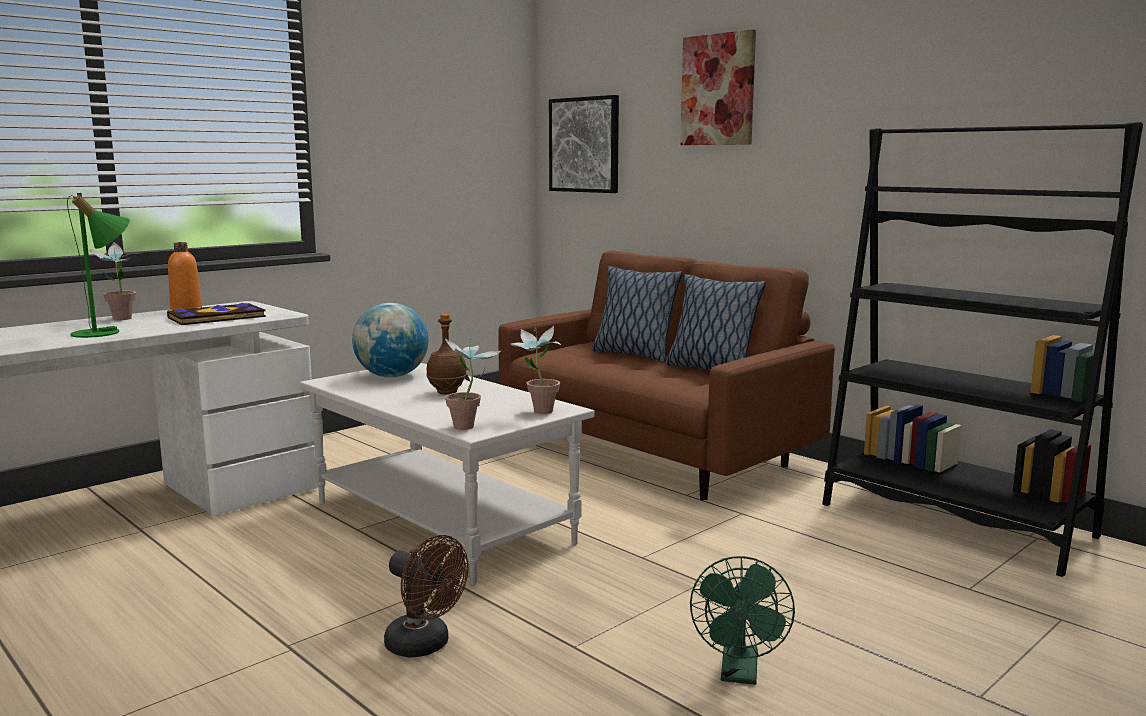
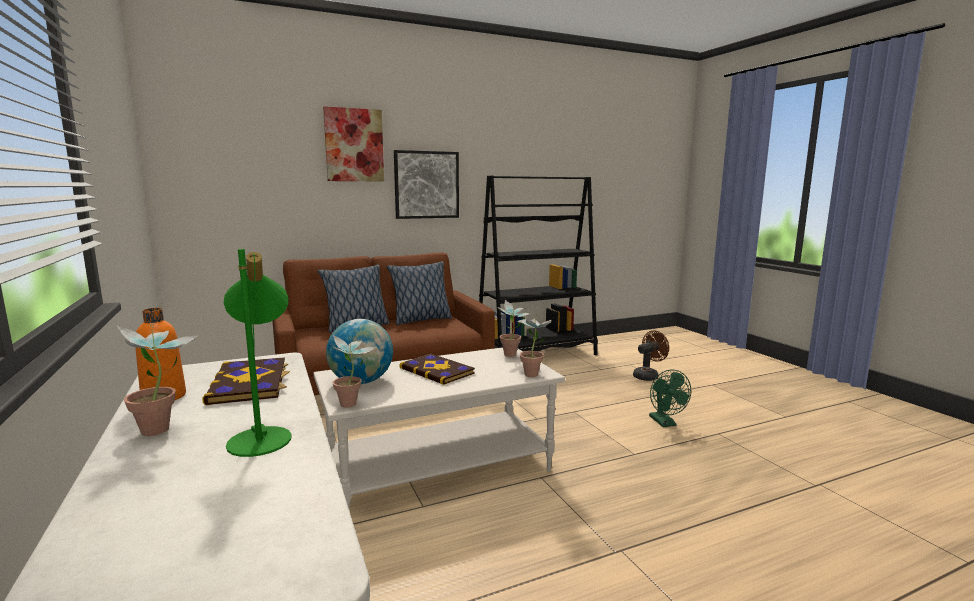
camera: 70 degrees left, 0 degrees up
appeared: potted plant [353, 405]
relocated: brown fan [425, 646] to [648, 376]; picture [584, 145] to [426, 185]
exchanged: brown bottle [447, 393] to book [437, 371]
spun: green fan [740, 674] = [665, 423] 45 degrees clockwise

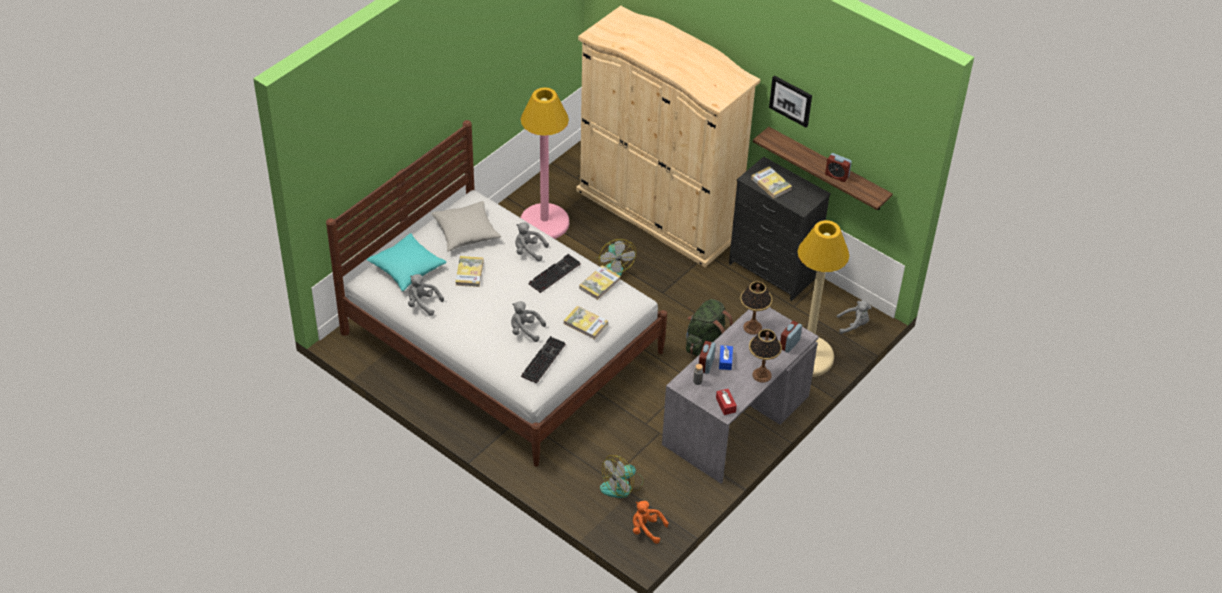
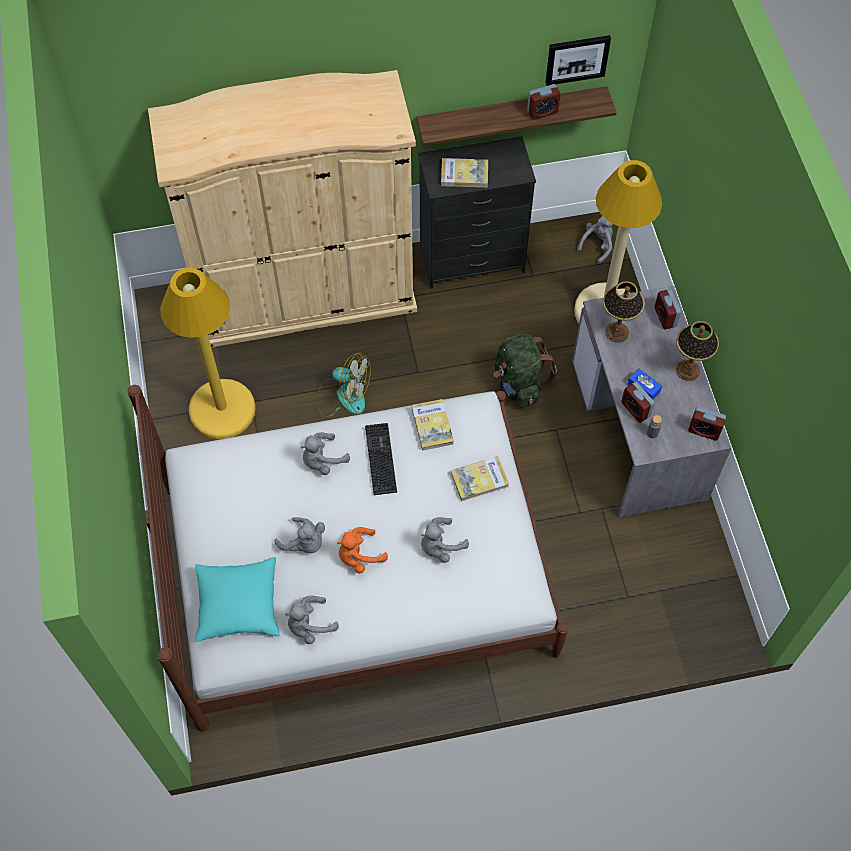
camera: 50 degrees left, 15 degrees up
missing: grey pillow [466, 232]; keyboard [542, 359]; fan [622, 485]
relocated: orange plush toy [646, 529] to [359, 556]; picture [791, 100] to [577, 59]
exchanged: book [469, 273] to grey plush toy [304, 543]; red tissue box [725, 405] to alarm clock [704, 430]
colour: pink floor lamp [544, 222] to yellow floor lamp [222, 409]

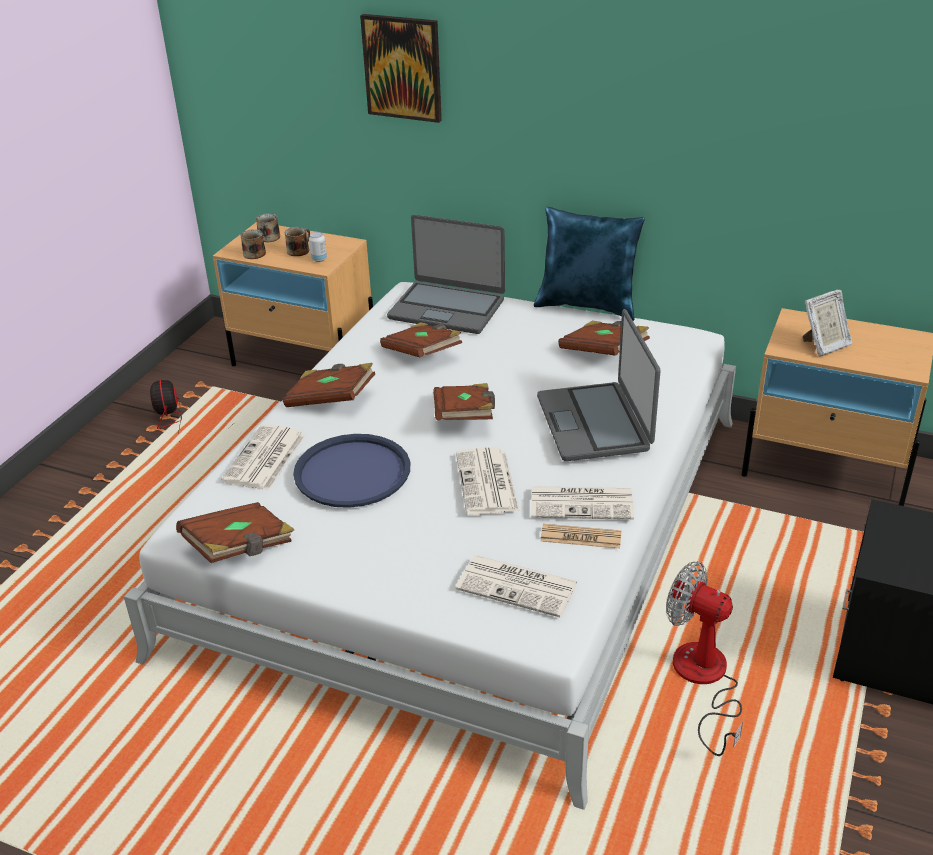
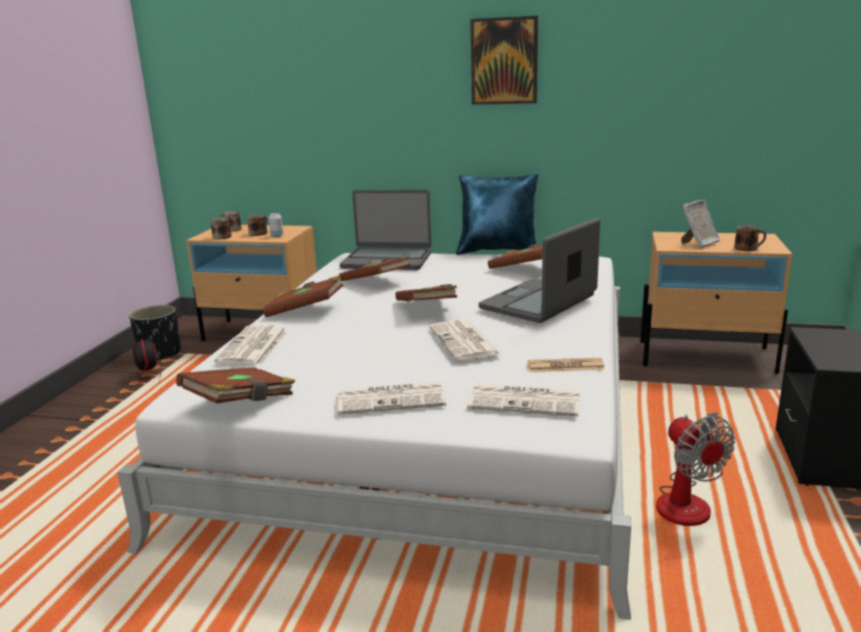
camera: 10 degrees left, 15 degrees down
missing: blue tray [352, 472]
appeared: black planter [160, 354]; mug [747, 248]
relocated: picture [402, 67] to [504, 61]; newspaper [583, 503] to [392, 399]
spun: laptop [595, 423] = [539, 302] 60 degrees clockwise; fan [703, 681] = [688, 500] 135 degrees counterclockwise

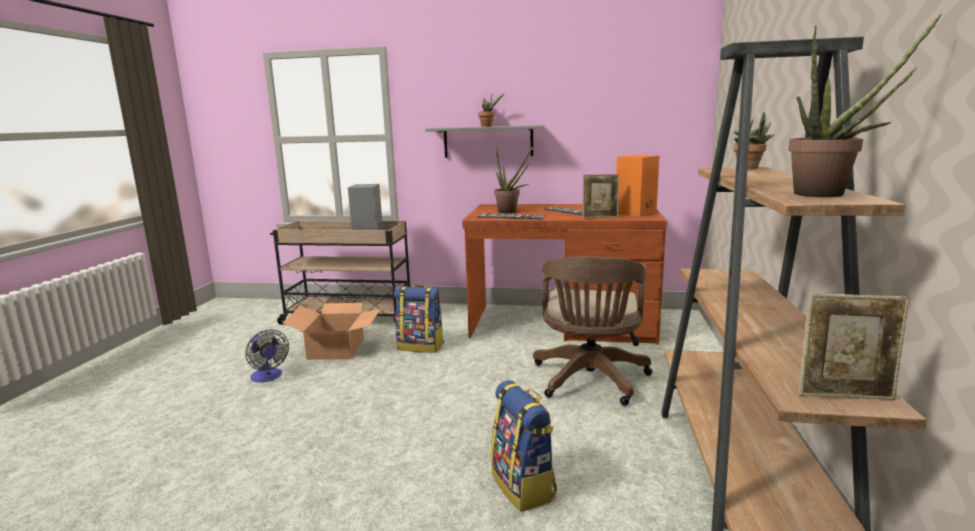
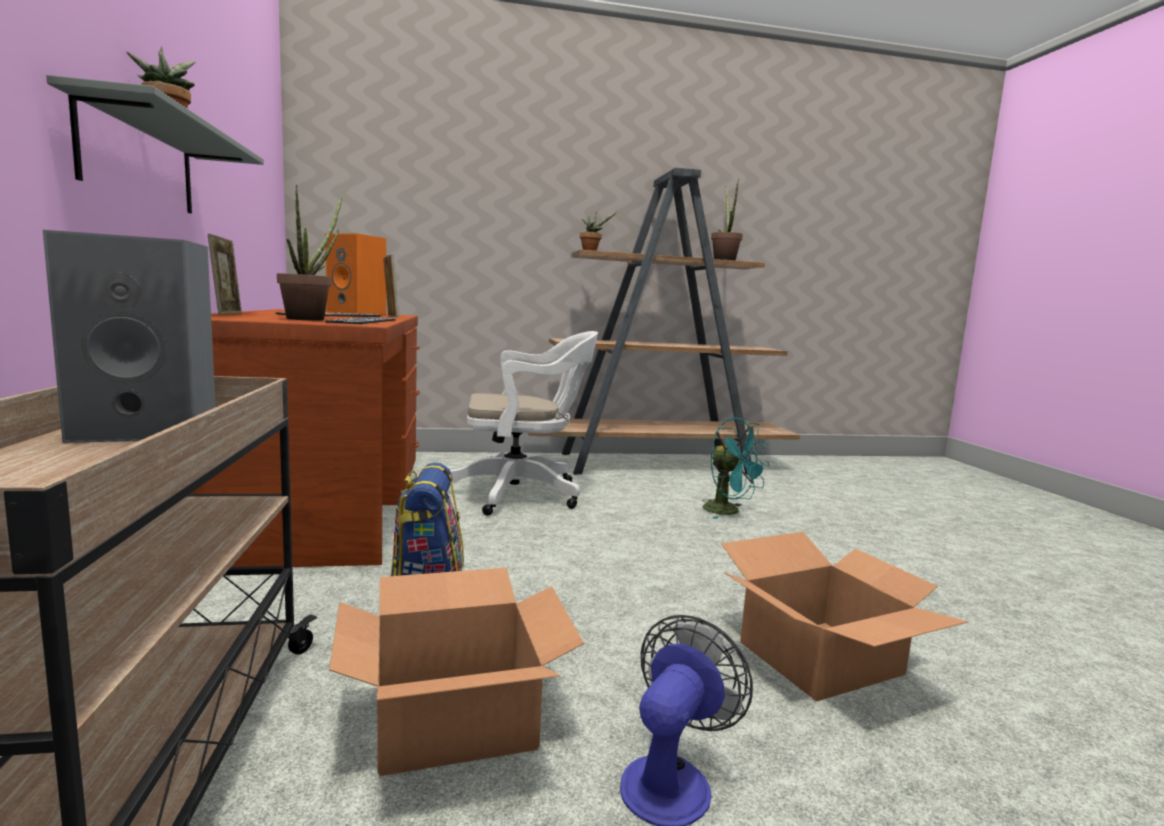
camera: 110 degrees left, 5 degrees down
appeared: cardboard box [821, 659]
relocated: picture frame [844, 395] to [227, 314]
exchanged: backpack [524, 486] to turquoise fan [729, 512]
colour: brown office chair [590, 381] to white office chair [522, 494]

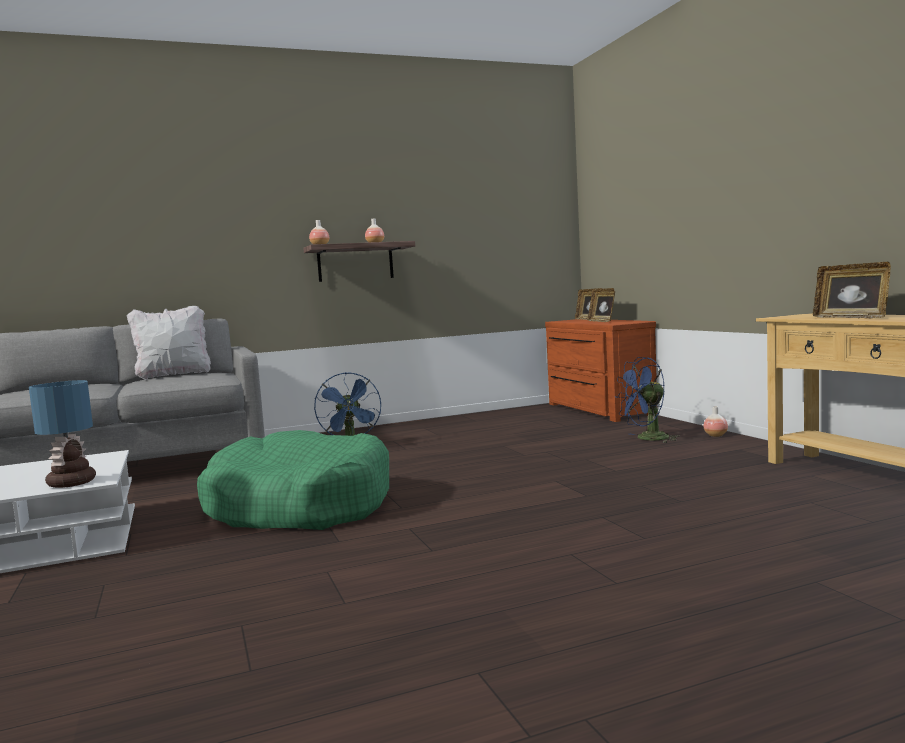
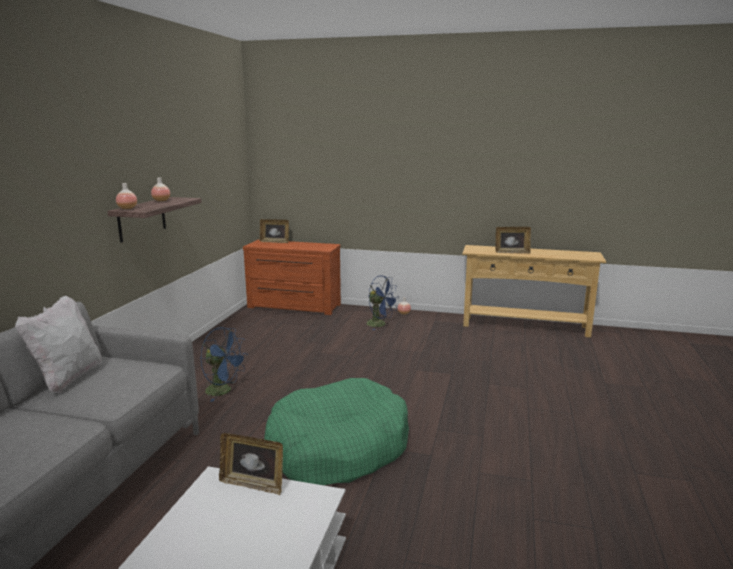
camera: 55 degrees left, 10 degrees up
missing: table lamp [71, 483]
relocated: picture frame [602, 321] to [253, 484]
spun: blue fan [647, 439] = [380, 324] 75 degrees counterclockwise

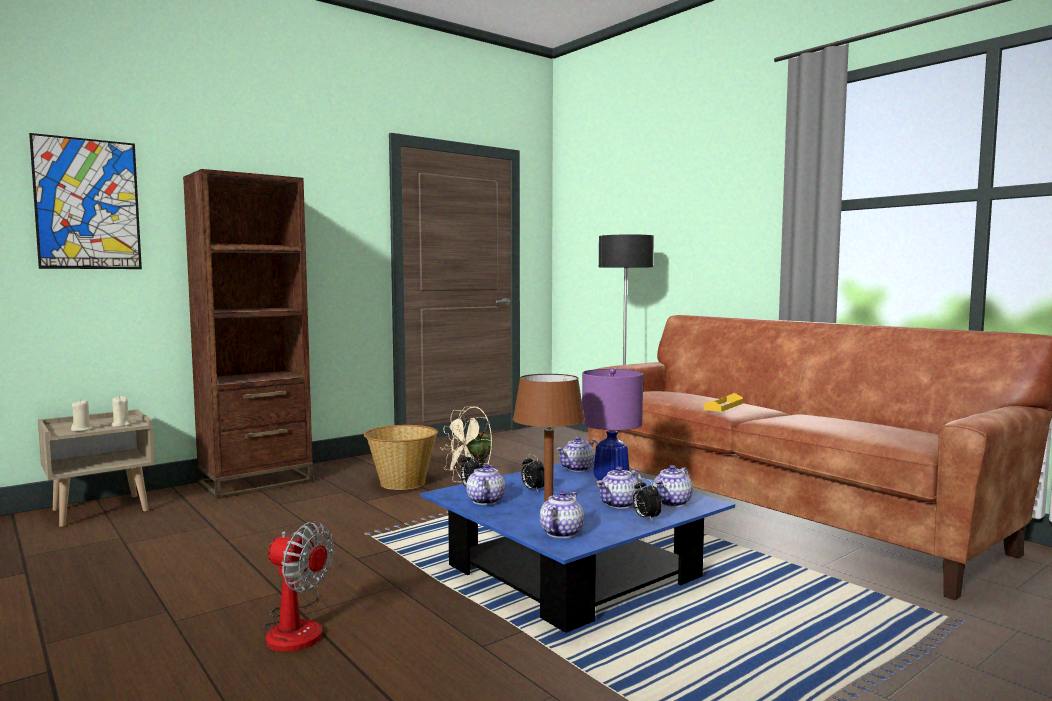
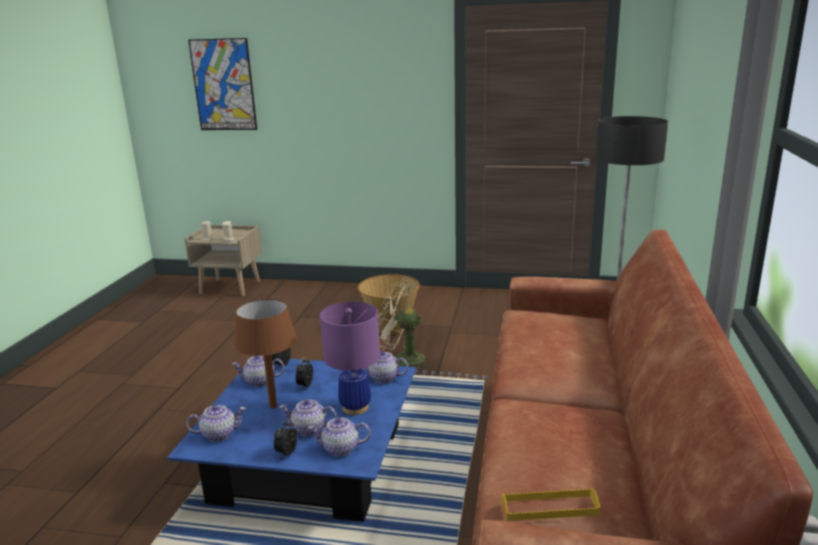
camera: 50 degrees right, 15 degrees up
missing: brown bookcase [256, 482]; fan [296, 627]
relocated: yellow tray [723, 406] to [549, 508]
spun: teapot [485, 501] = [259, 382] 150 degrees counterclockwise

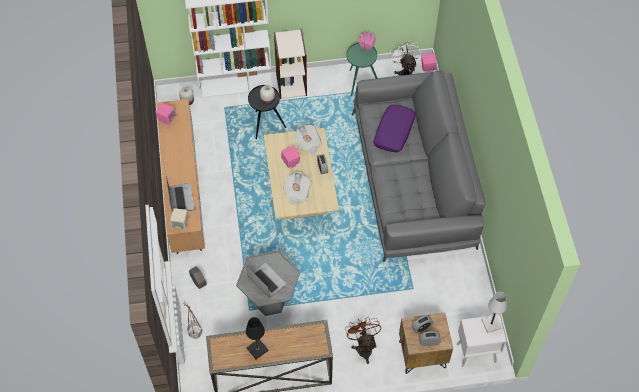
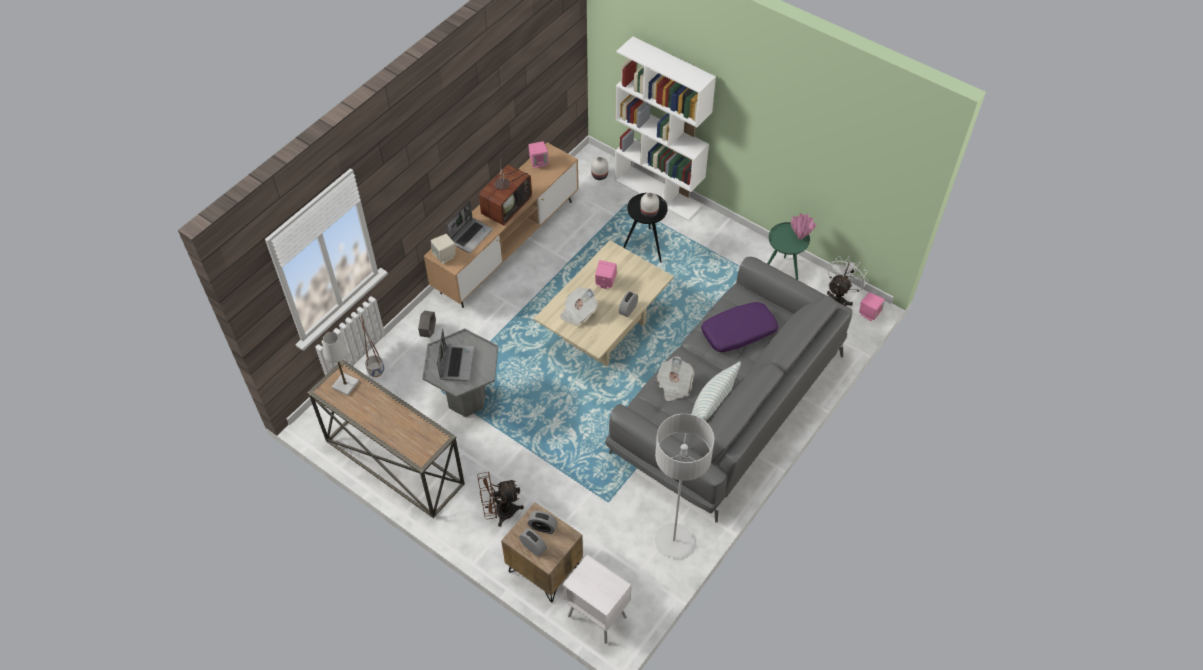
camera: 45 degrees right, 5 degrees down
missing: black table lamp [257, 349]; bookcase [291, 84]
appeared: television [506, 206]; grey floor lamp [673, 541]; pillow [711, 408]
relocated: newspaper [308, 144] to [674, 385]; white table lamp [491, 324] to [345, 384]
spun: brown fan [363, 347] = [499, 512] 135 degrees counterclockwise

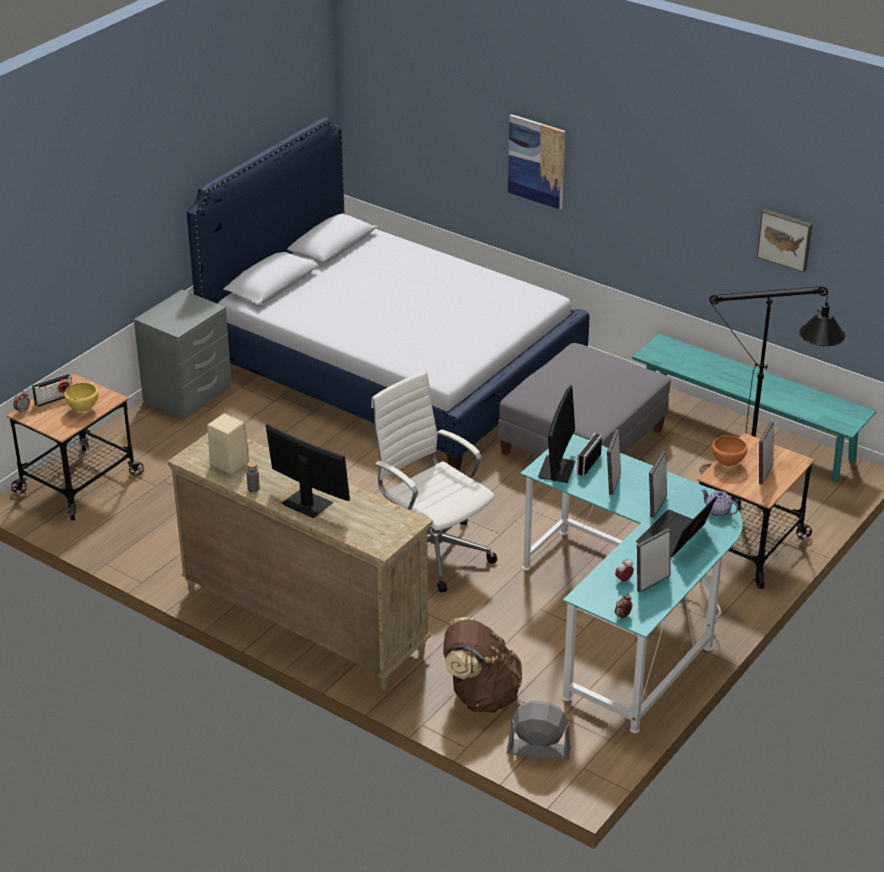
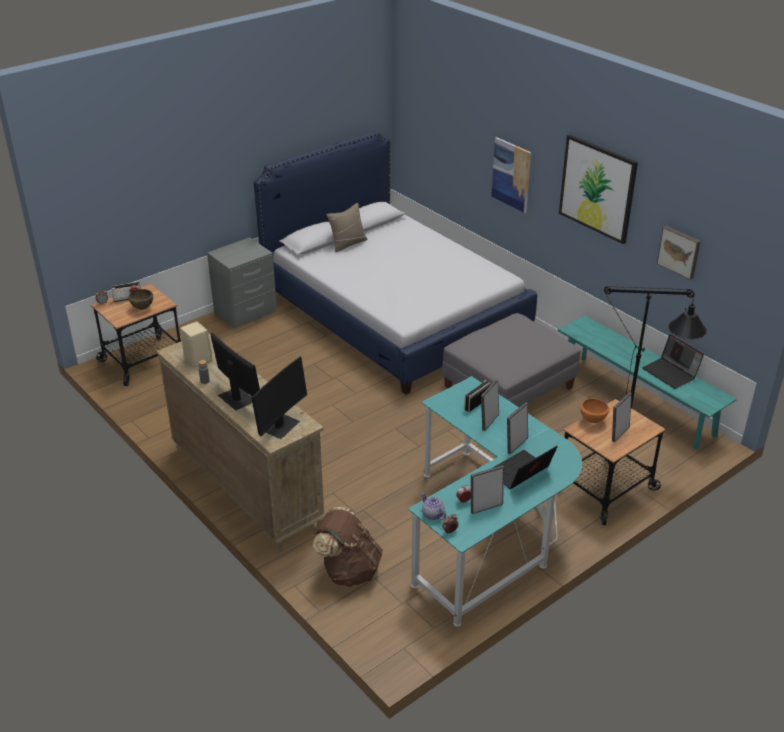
camera: 15 degrees right, 0 degrees up
missing: white office chair [433, 551]; grey fan [538, 750]
appeared: beige pillow [348, 244]; picture [597, 188]; laptop [671, 373]
relocated: monitor [556, 470] to [280, 426]; teapot [718, 512] to [433, 515]
colour: yellow bowl [83, 409] to brown bowl [142, 308]

